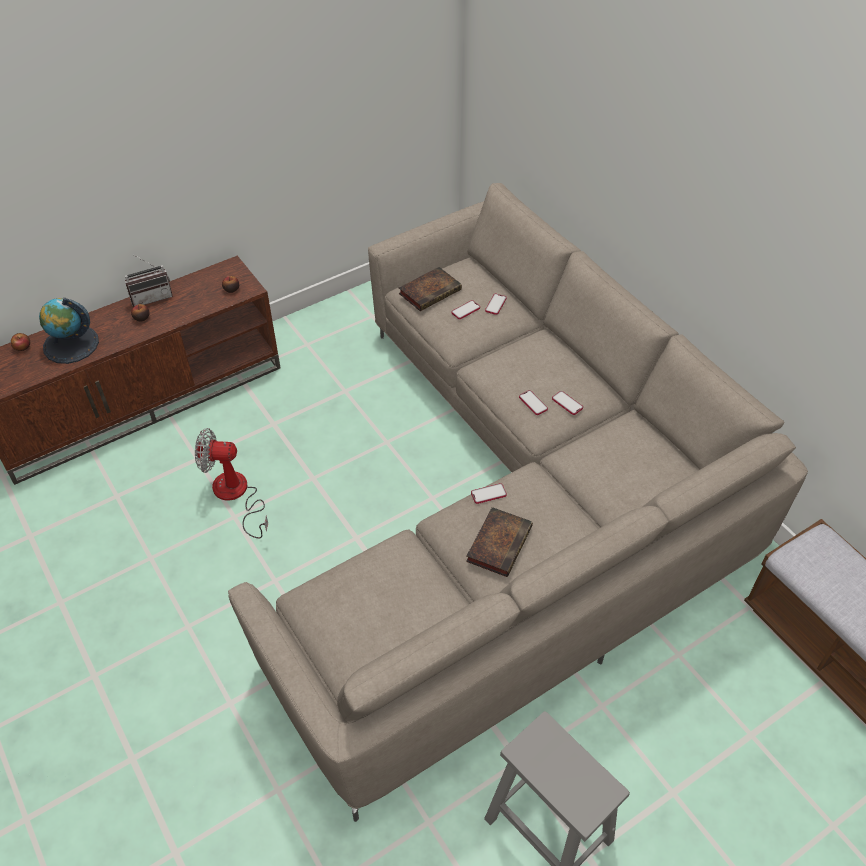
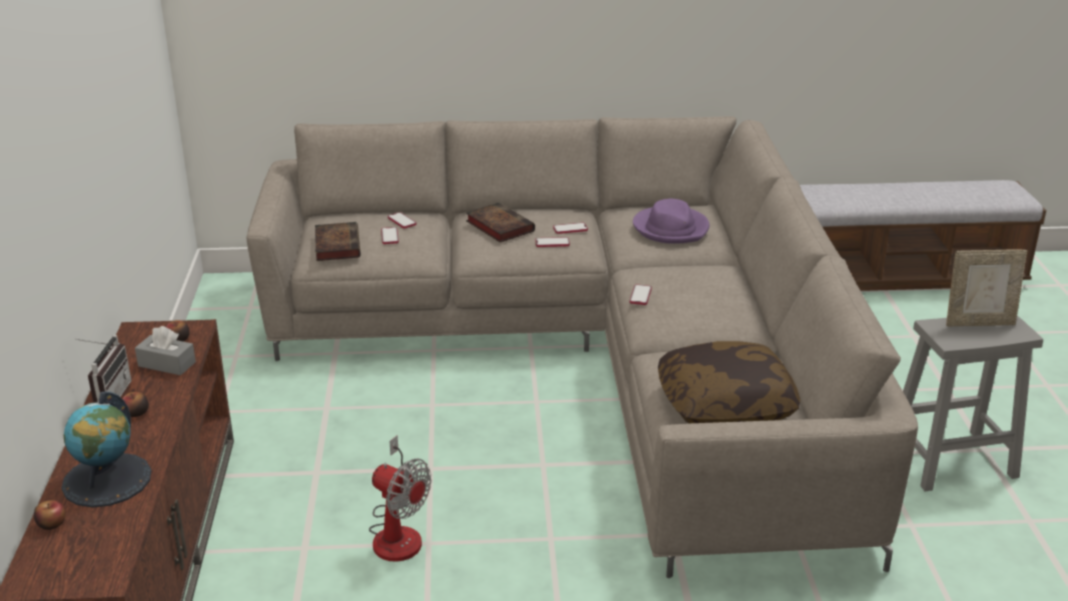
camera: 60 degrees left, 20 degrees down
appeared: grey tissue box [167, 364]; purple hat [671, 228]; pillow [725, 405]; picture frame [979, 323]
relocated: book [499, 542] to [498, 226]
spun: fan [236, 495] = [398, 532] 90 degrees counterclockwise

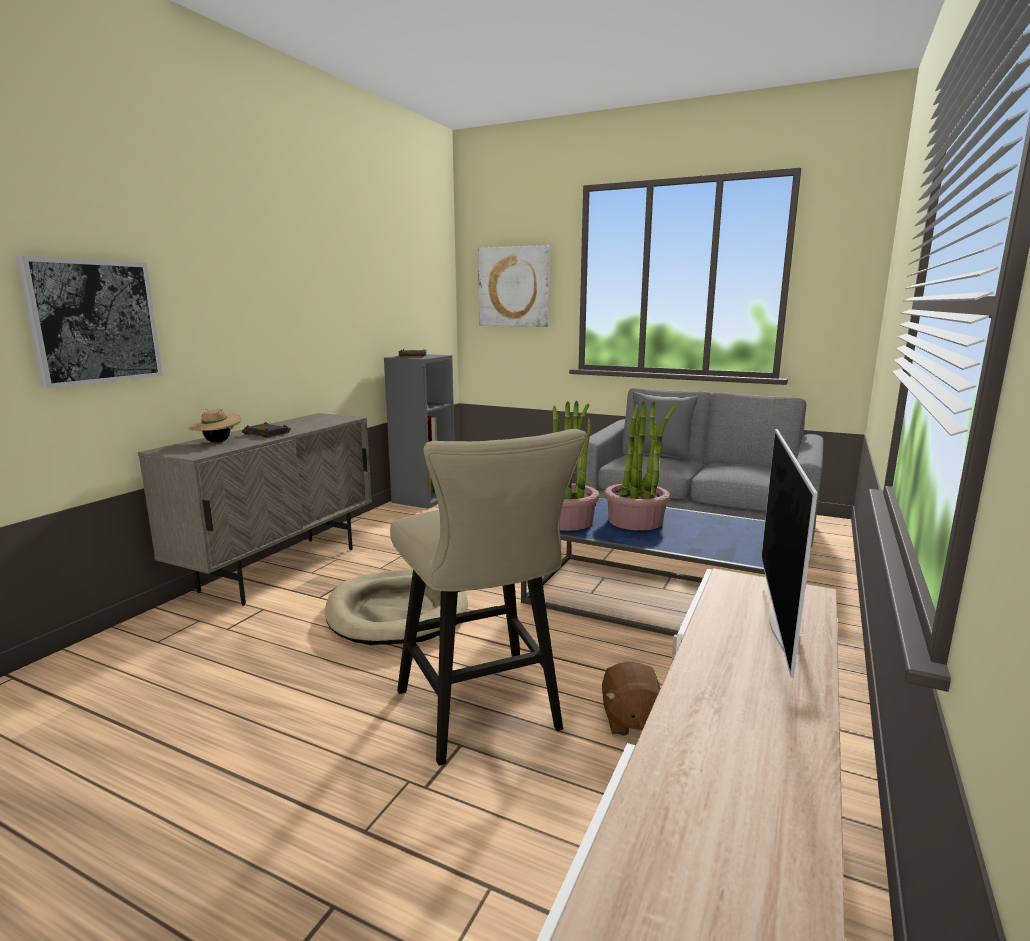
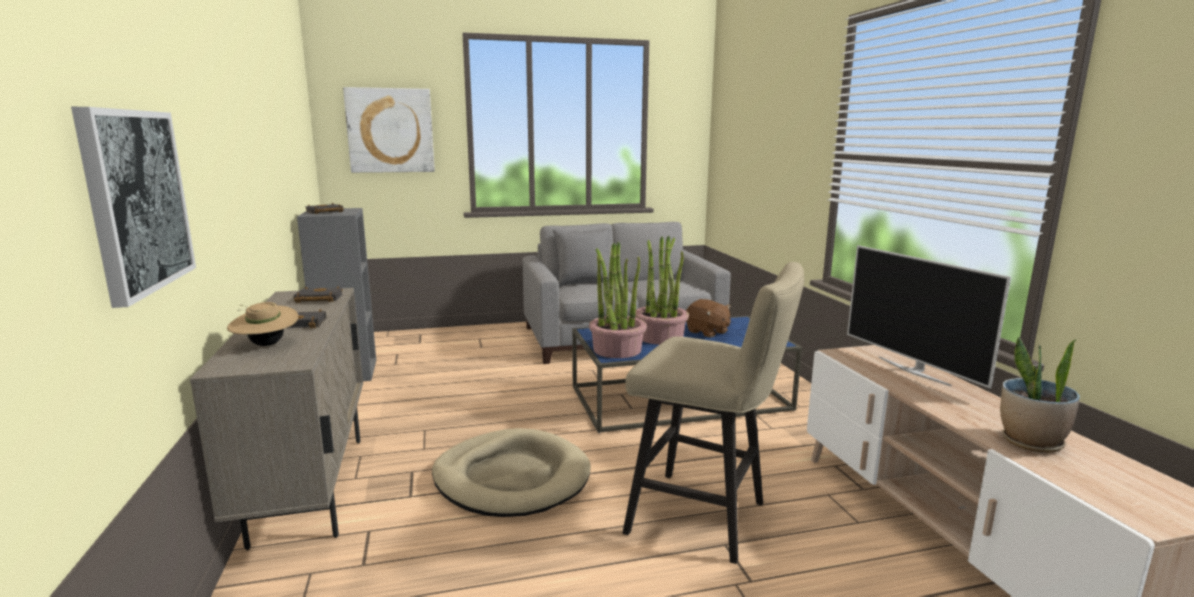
camera: 40 degrees left, 0 degrees up
appeared: black book [317, 299]; potted plant [1030, 442]
relocated: brown plush toy [631, 720] to [707, 332]

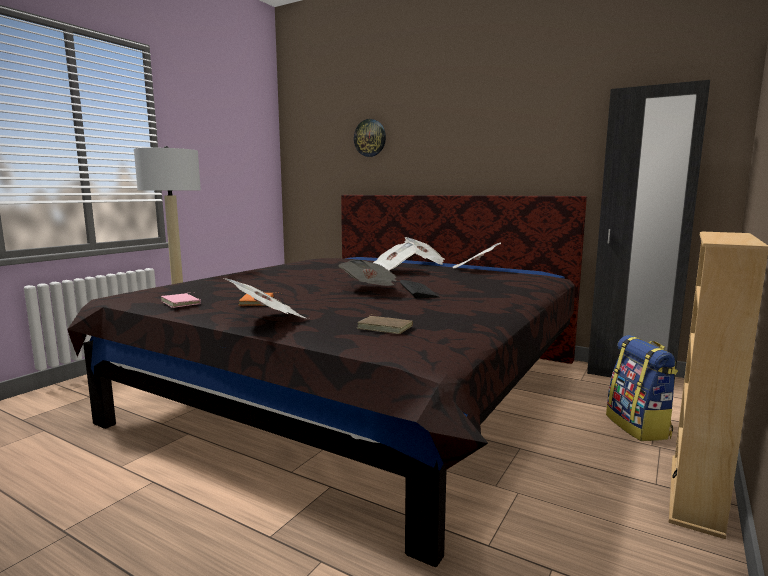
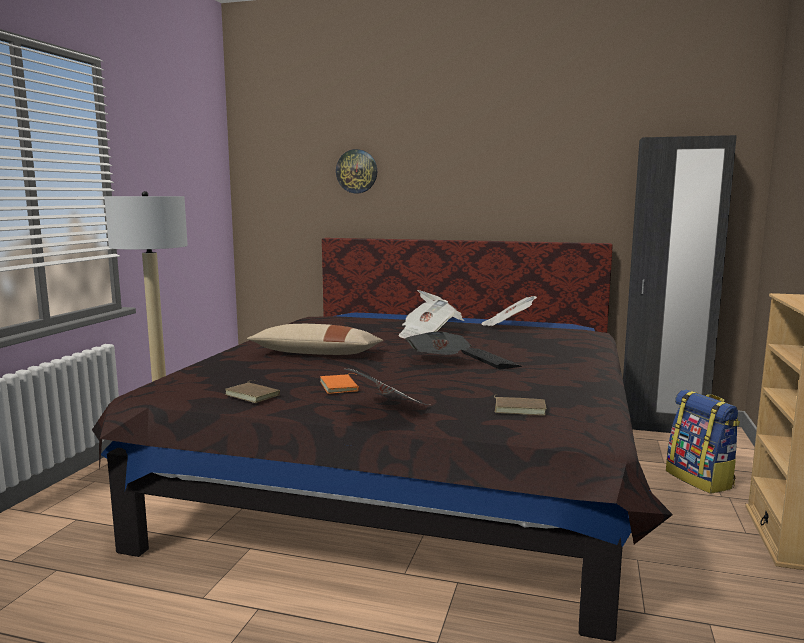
camera: 15 degrees left, 0 degrees up
appeared: beige pillow [317, 354]
colour: pink book [182, 303] to brown book [254, 395]

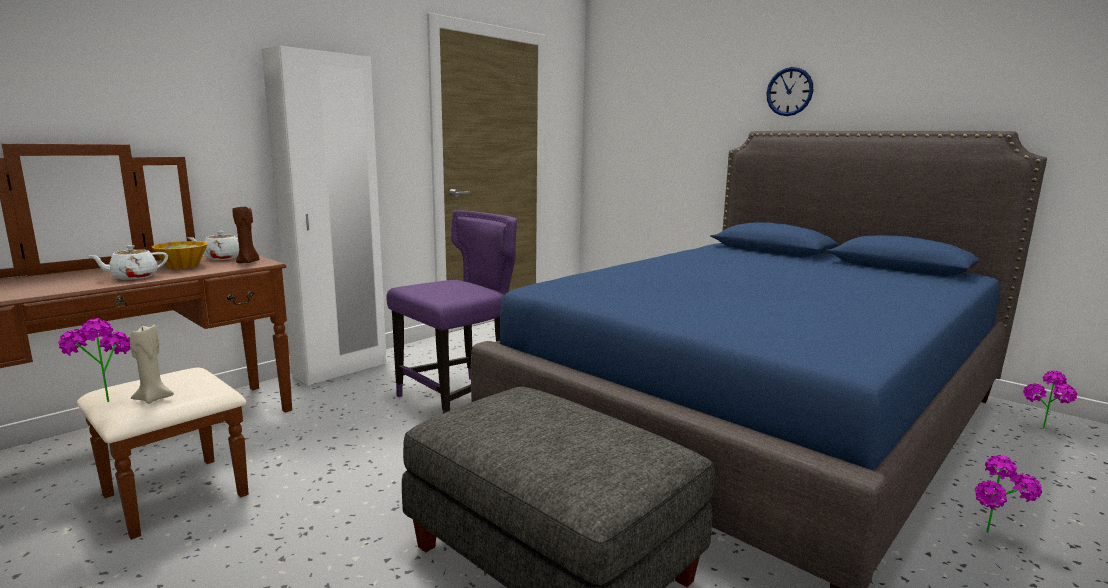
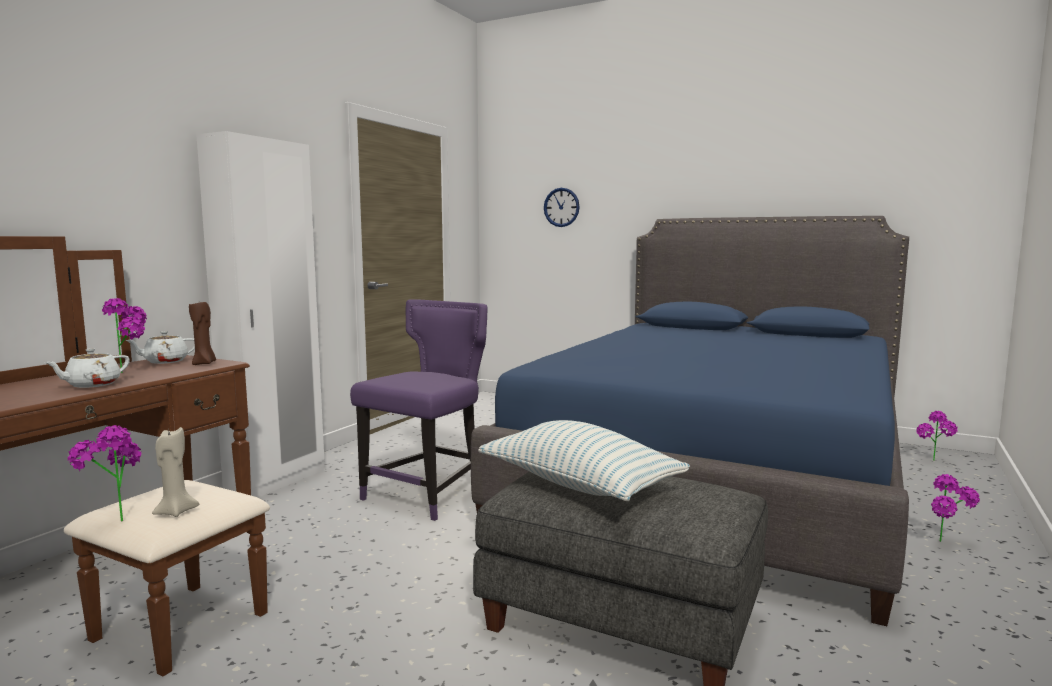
camera: 15 degrees left, 5 degrees down
appeared: pillow [579, 485]
relocated: wall clock [789, 91] to [561, 207]
exchanged: bowl [183, 266] to potted plant [132, 371]

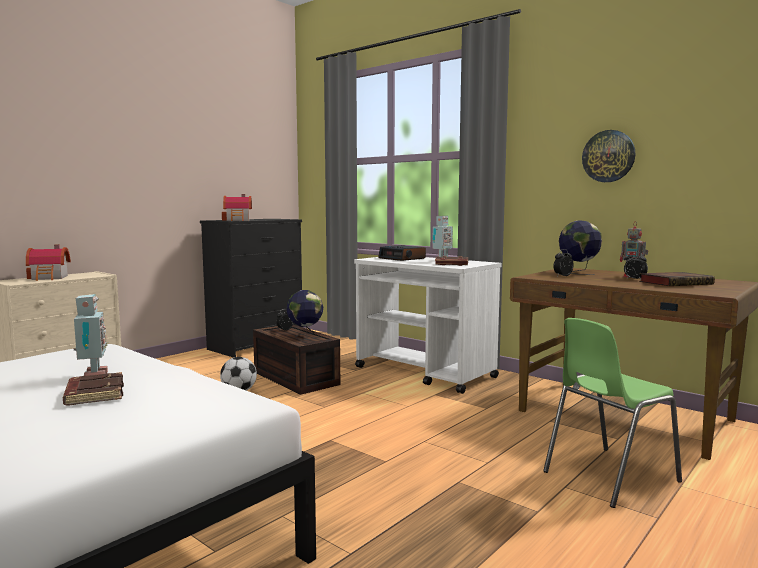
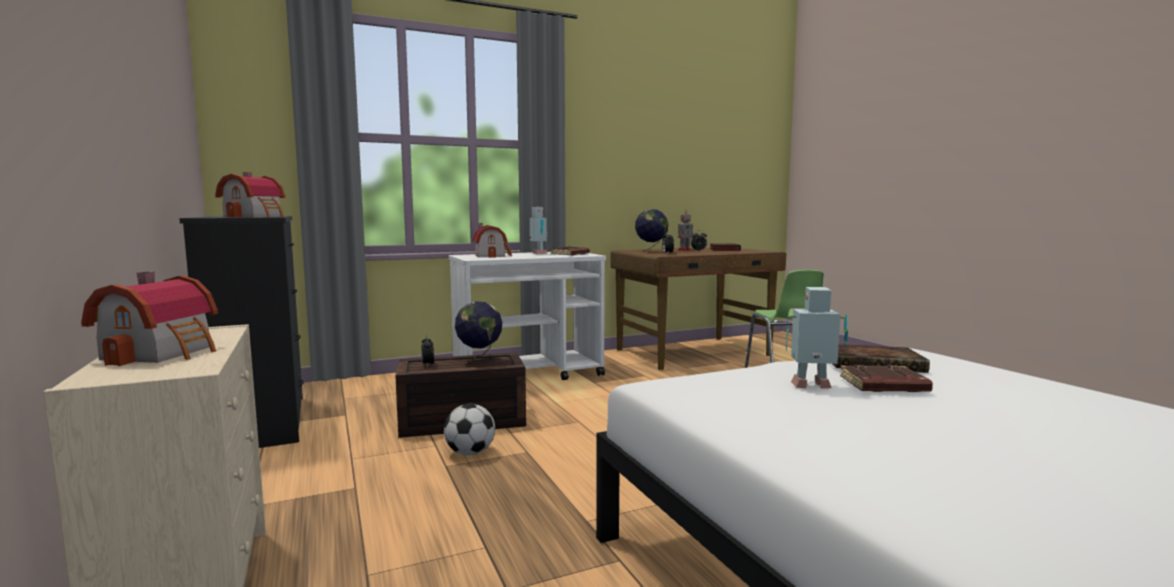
camera: 65 degrees left, 0 degrees up
missing: wall clock [608, 156]
appeared: book [875, 364]
exchanged: alarm clock [402, 258] to toy house [492, 255]

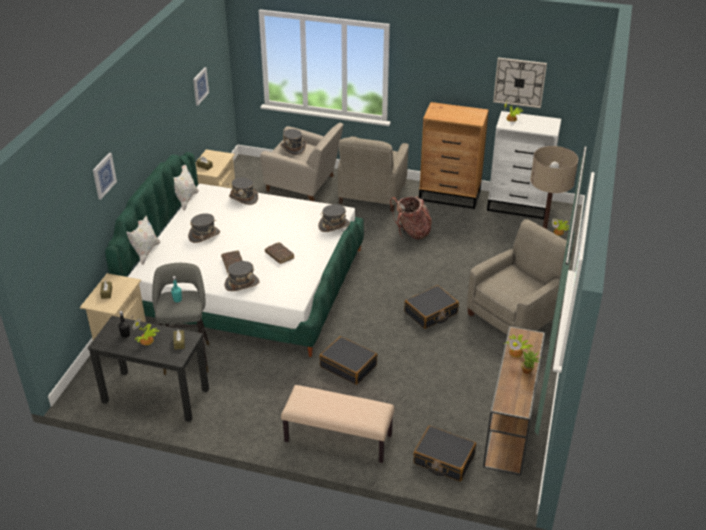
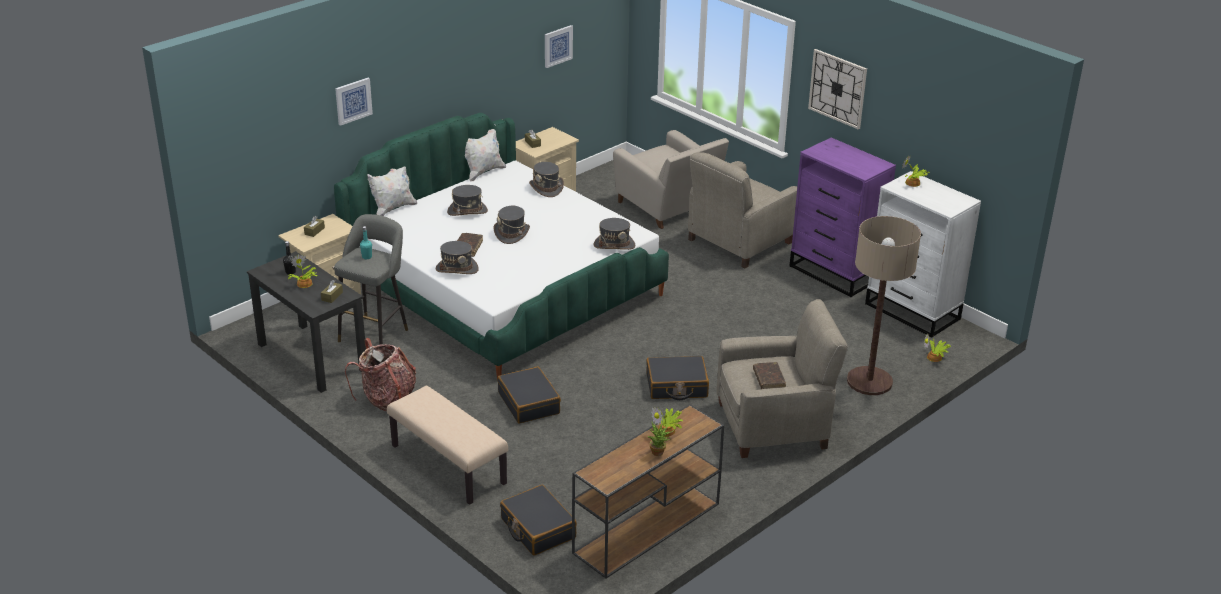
camera: 30 degrees right, 5 degrees down
relocated: brown book [279, 256] to [769, 380]; grey hat [293, 148] to [512, 233]; backpack [412, 232] to [386, 399]; wall clock [519, 82] to [837, 88]
colour: brown dresser [450, 196] to purple dresser [835, 273]

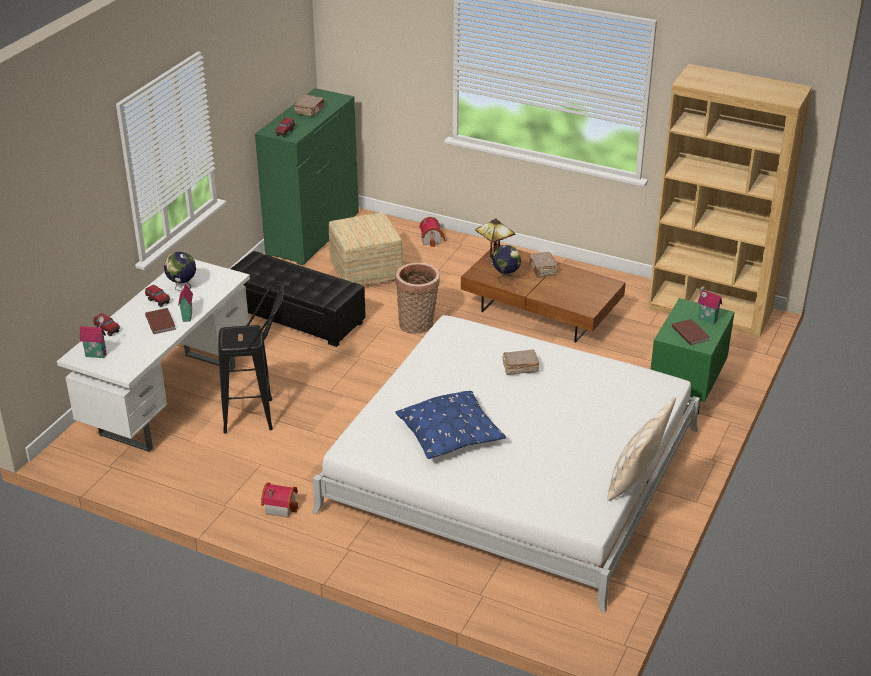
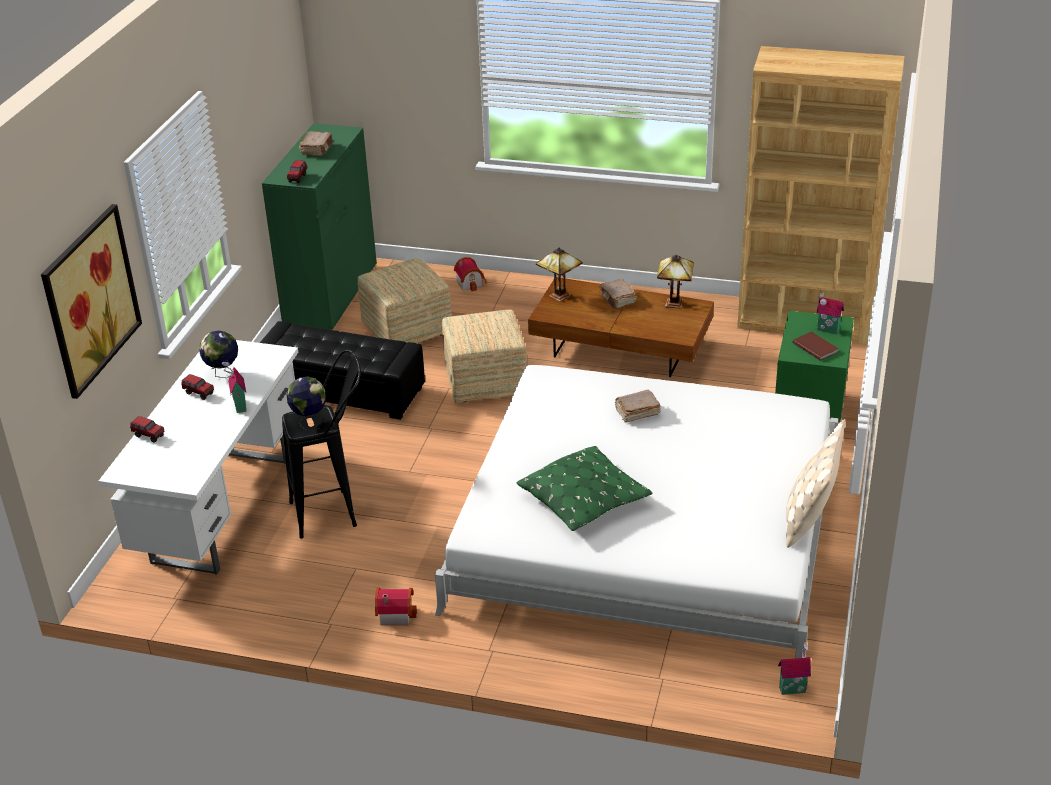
camera: 10 degrees left, 0 degrees up
missing: brown book [161, 322]
appeared: picture [90, 299]; table lamp [673, 303]
relocated: toy house [96, 354] to [792, 688]; globe [506, 278] to [309, 421]
exchanged: basket [418, 325] to ottoman [486, 382]
colour: blue pillow [450, 435] to green pillow [585, 500]

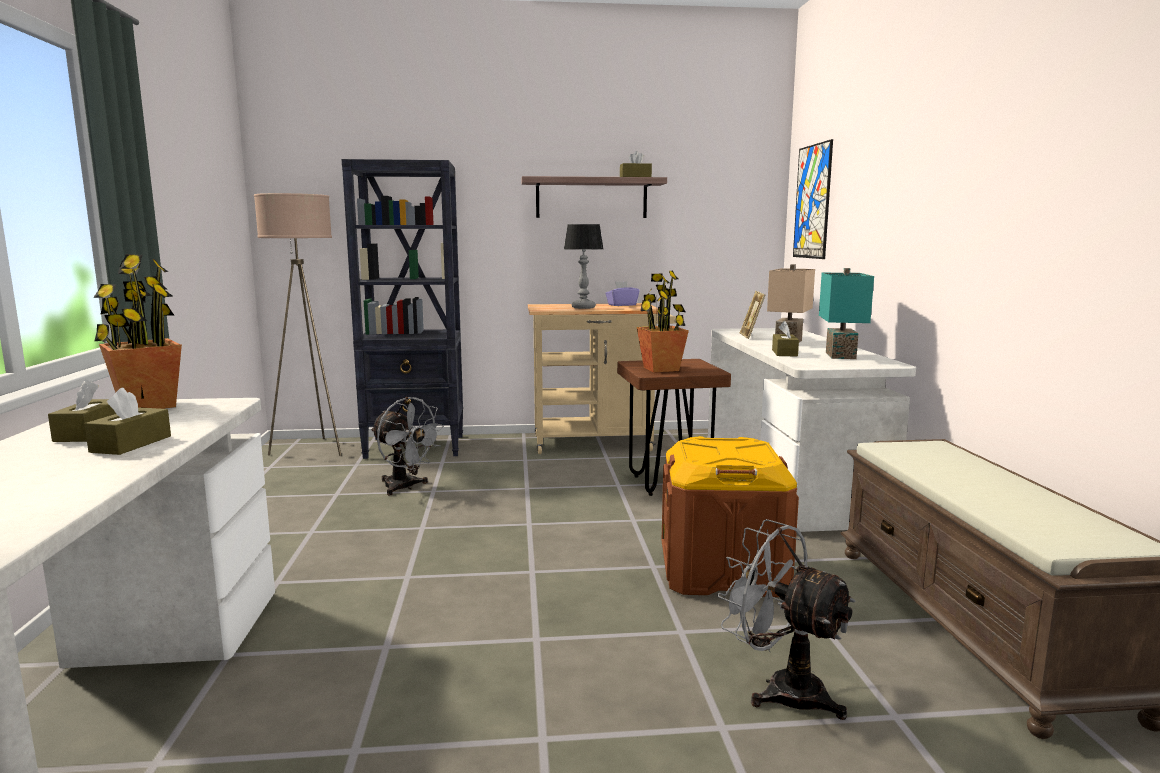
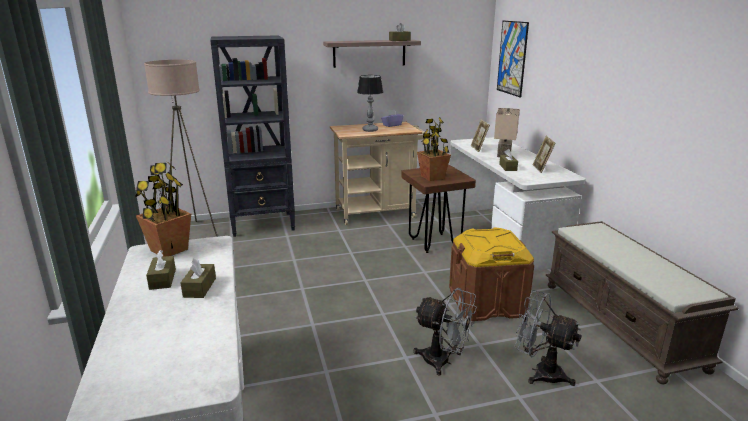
camera: 10 degrees left, 10 degrees up
relocated: grey fan [405, 487] to [443, 361]
exchanged: turquoise table lamp [842, 356] to picture frame [541, 169]

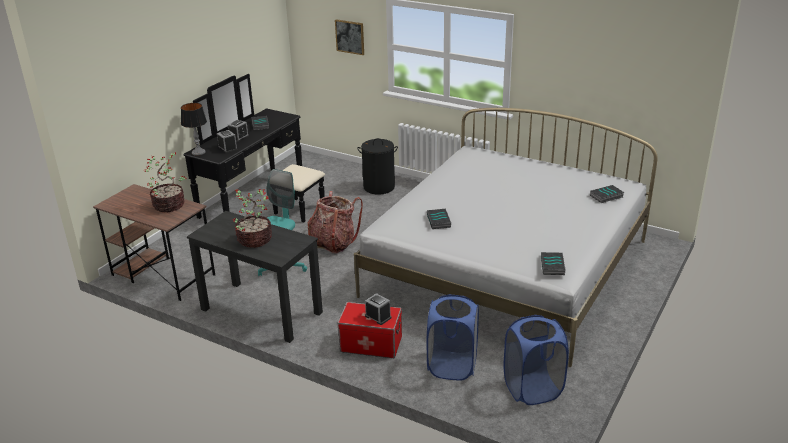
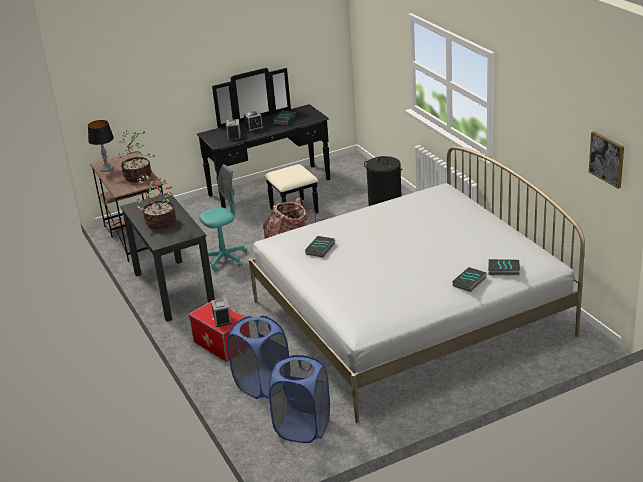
camera: 35 degrees right, 0 degrees up
relocated: table lamp [198, 152] to [107, 168]; picture [350, 37] to [607, 159]; book [553, 266] to [470, 282]

